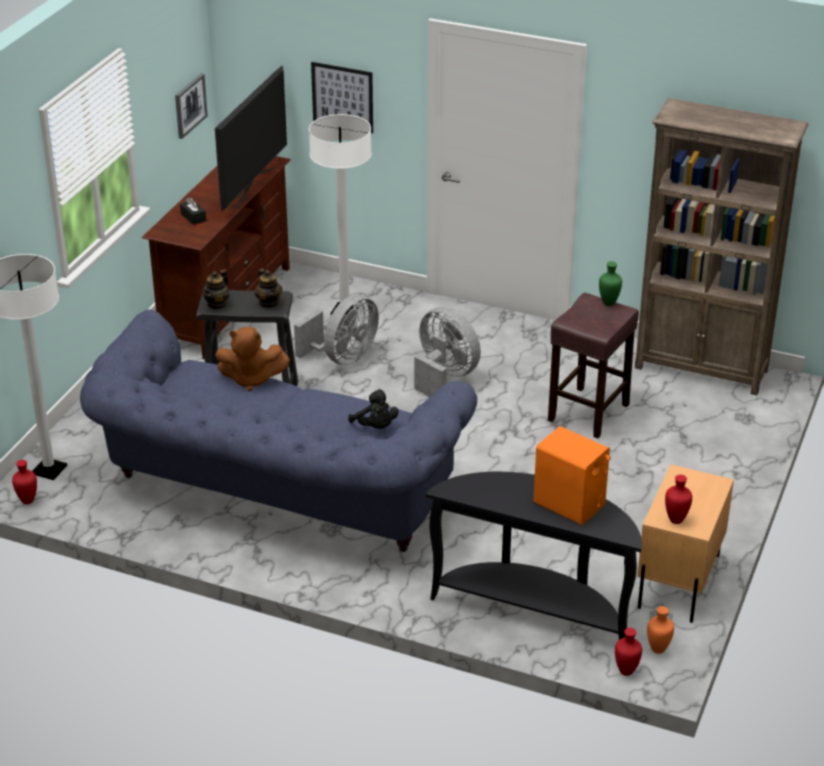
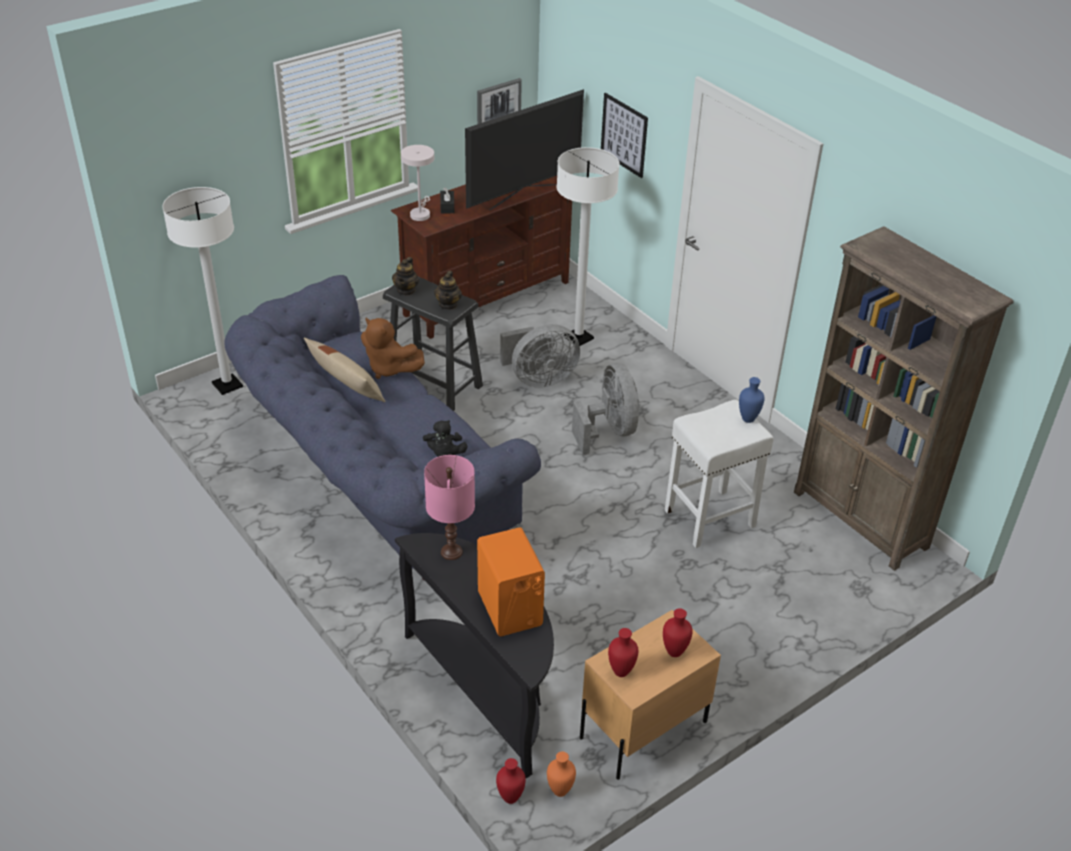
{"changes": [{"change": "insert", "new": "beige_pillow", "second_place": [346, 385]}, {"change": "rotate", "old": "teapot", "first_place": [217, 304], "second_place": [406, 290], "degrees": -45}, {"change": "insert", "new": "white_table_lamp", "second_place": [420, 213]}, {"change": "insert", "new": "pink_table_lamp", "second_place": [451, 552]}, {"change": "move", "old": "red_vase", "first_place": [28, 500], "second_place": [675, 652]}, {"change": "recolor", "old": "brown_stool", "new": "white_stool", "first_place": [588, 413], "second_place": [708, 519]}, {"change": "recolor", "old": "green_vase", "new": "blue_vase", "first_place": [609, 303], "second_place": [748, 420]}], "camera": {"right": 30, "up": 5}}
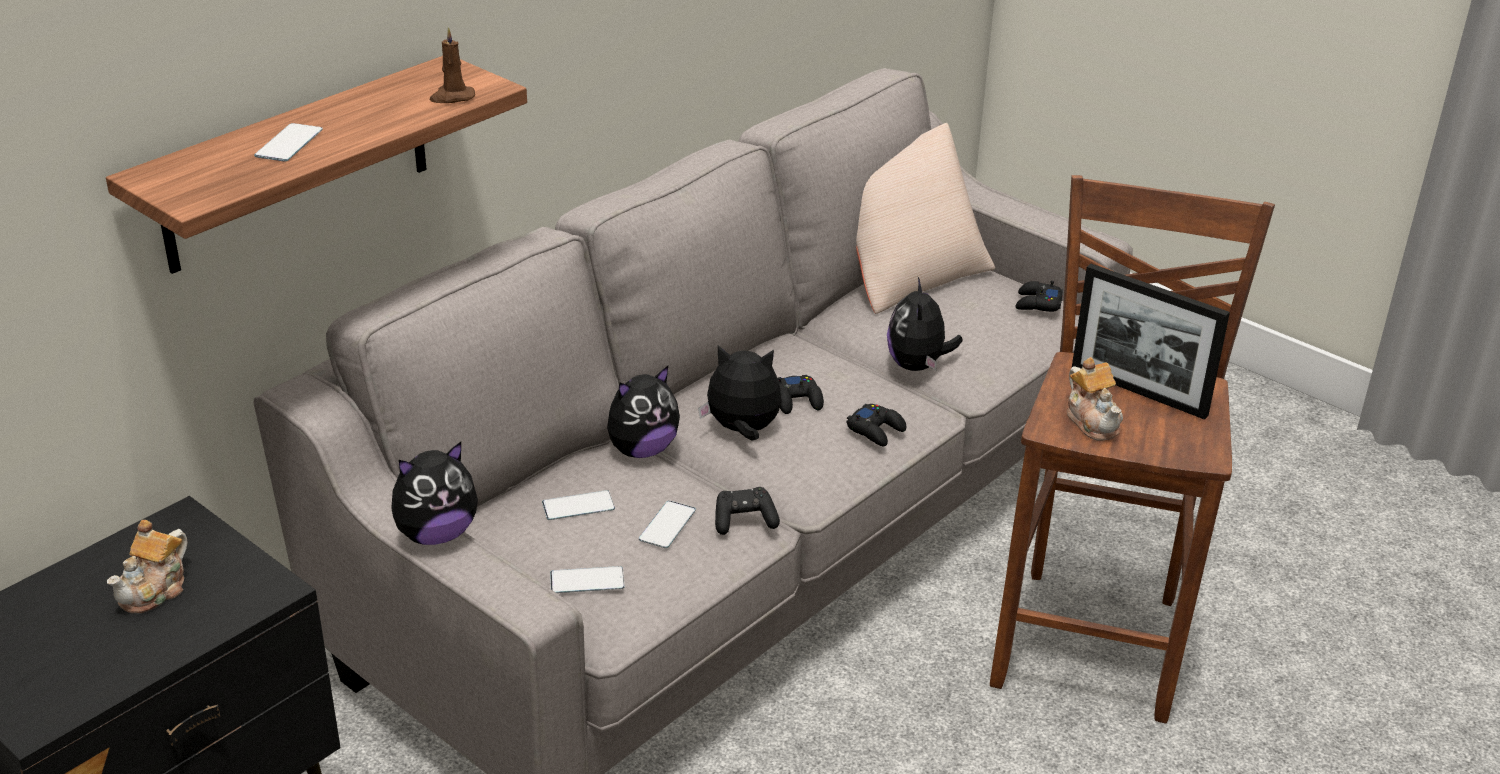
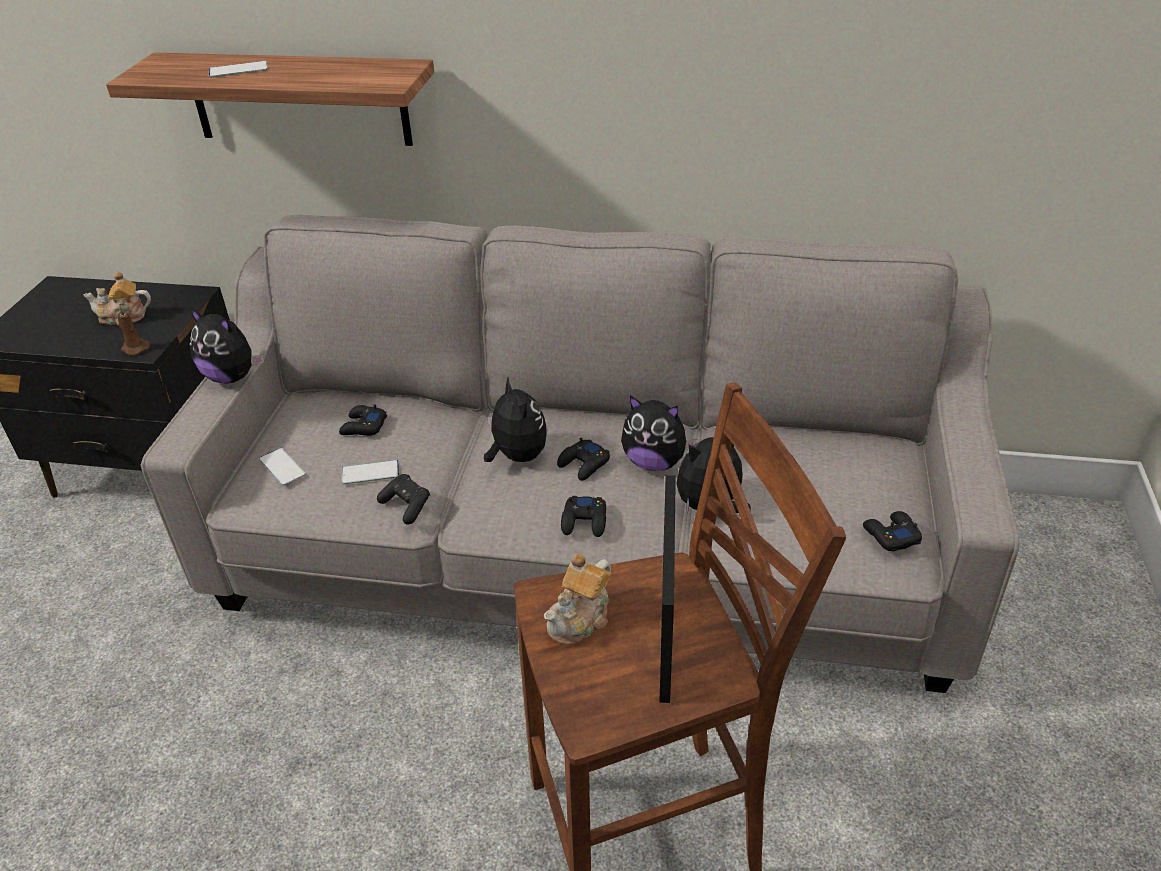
{"changes": [{"change": "move", "old": "brown_candle", "first_place": [452, 97], "second_place": [134, 348]}, {"change": "replace", "old": "phone", "new": "black_game_controller", "first_place": [578, 506], "second_place": [363, 426]}, {"change": "move", "old": "plush_toy", "first_place": [641, 450], "second_place": [654, 462]}, {"change": "delete", "old": "beige_pillow", "first_place": [907, 272]}], "camera": {"right": 60, "up": 5}}
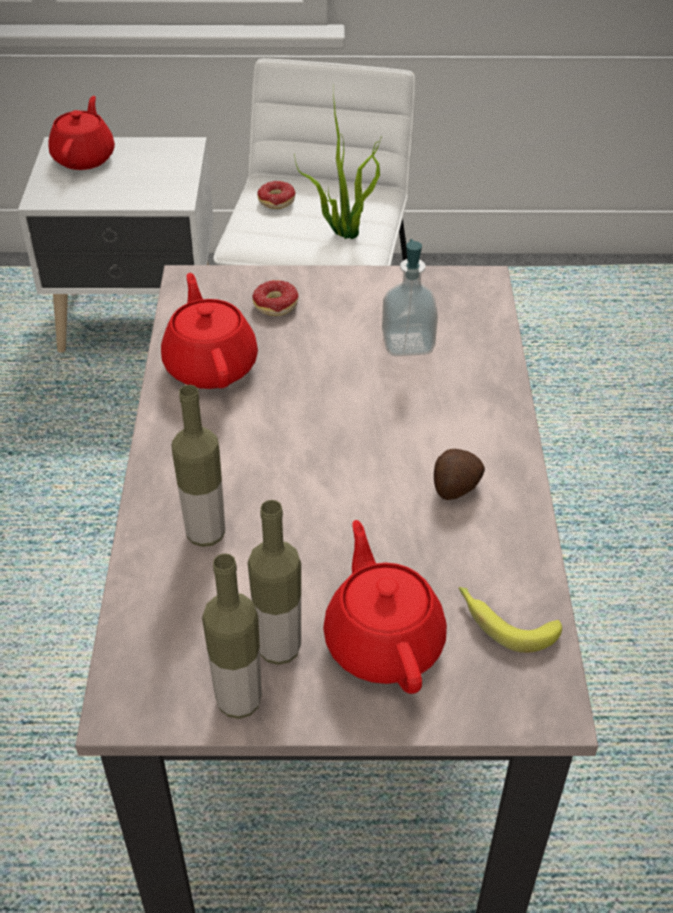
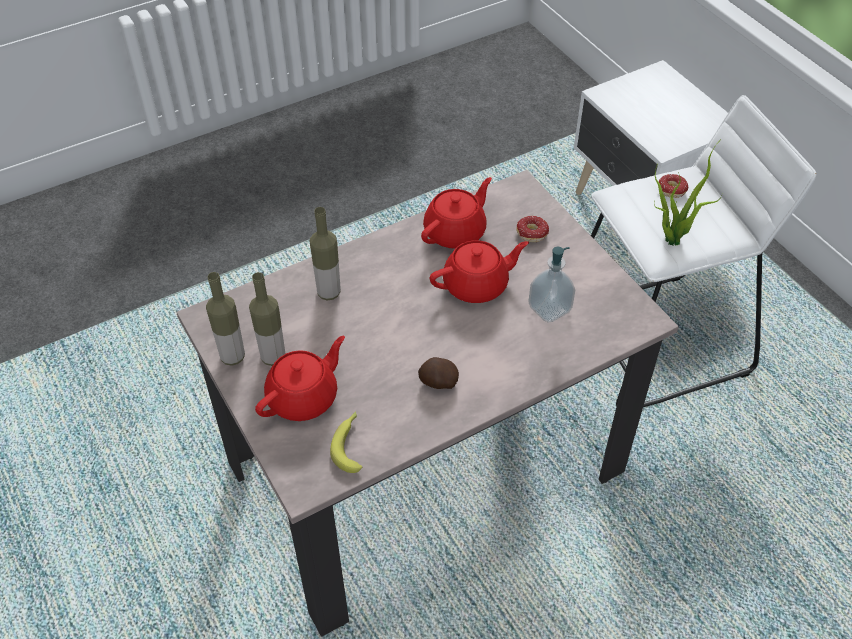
{"changes": [{"change": "move", "old": "red_teapot", "first_place": [85, 158], "second_place": [477, 285]}], "camera": {"right": 60, "up": 5}}
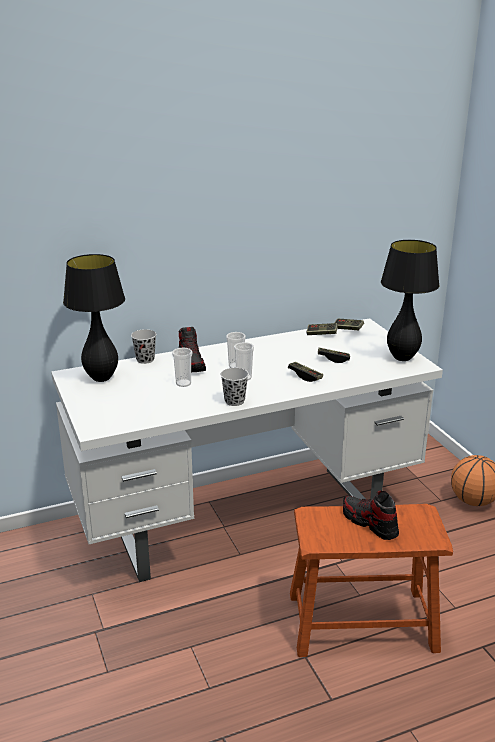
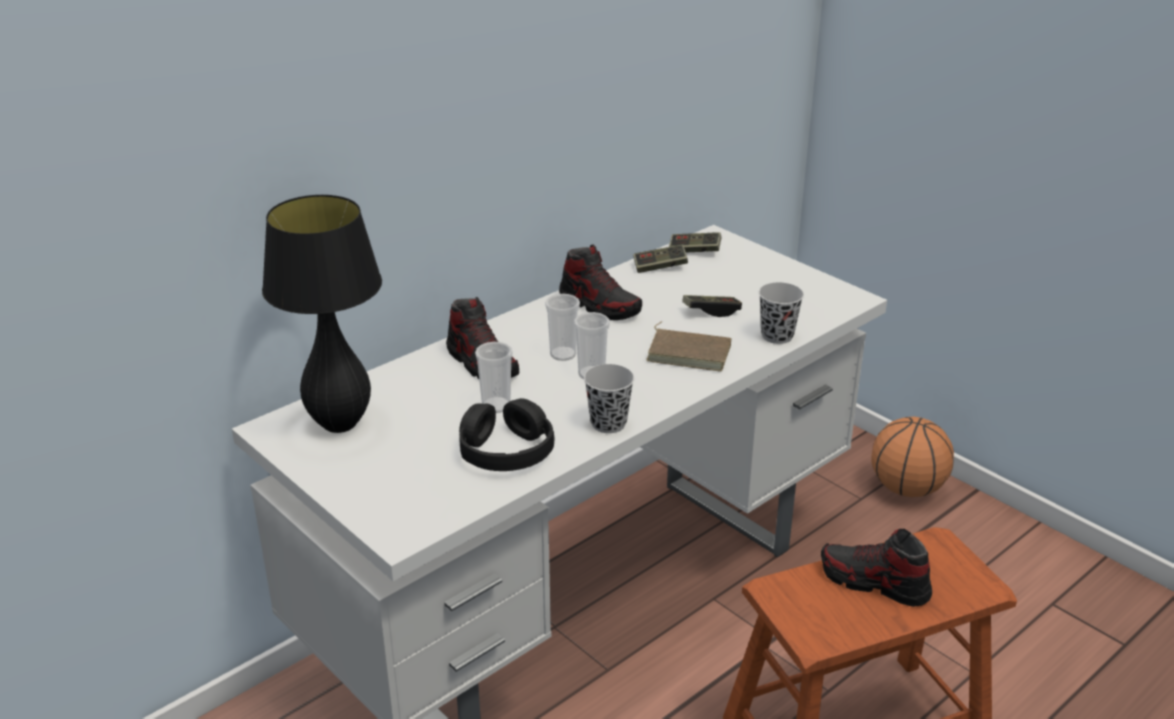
{"changes": [{"change": "insert", "new": "black_headphones", "second_place": [506, 451]}, {"change": "insert", "new": "shoe", "second_place": [600, 306]}, {"change": "replace", "old": "game_controller", "new": "brown_book", "first_place": [305, 376], "second_place": [690, 352]}, {"change": "move", "old": "black_cup", "first_place": [145, 359], "second_place": [777, 336]}, {"change": "delete", "old": "black_table_lamp", "first_place": [402, 358]}], "camera": {"right": -20, "up": 5}}
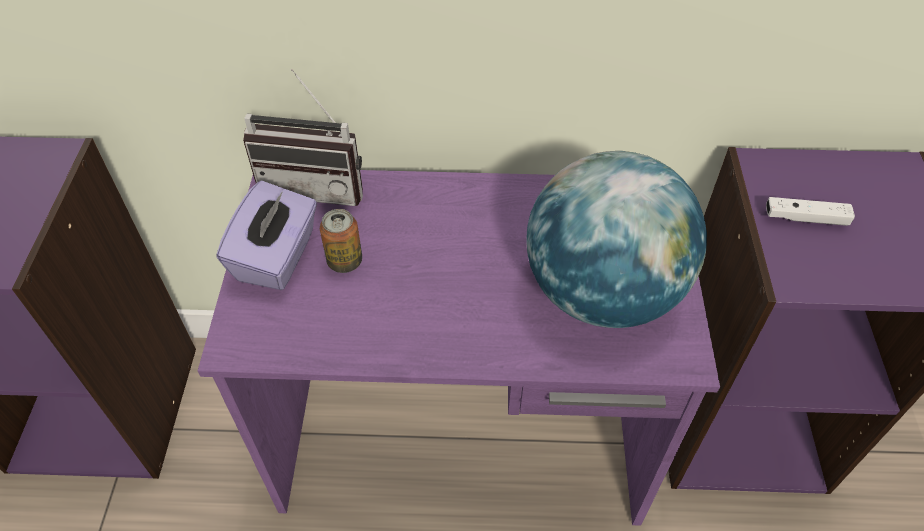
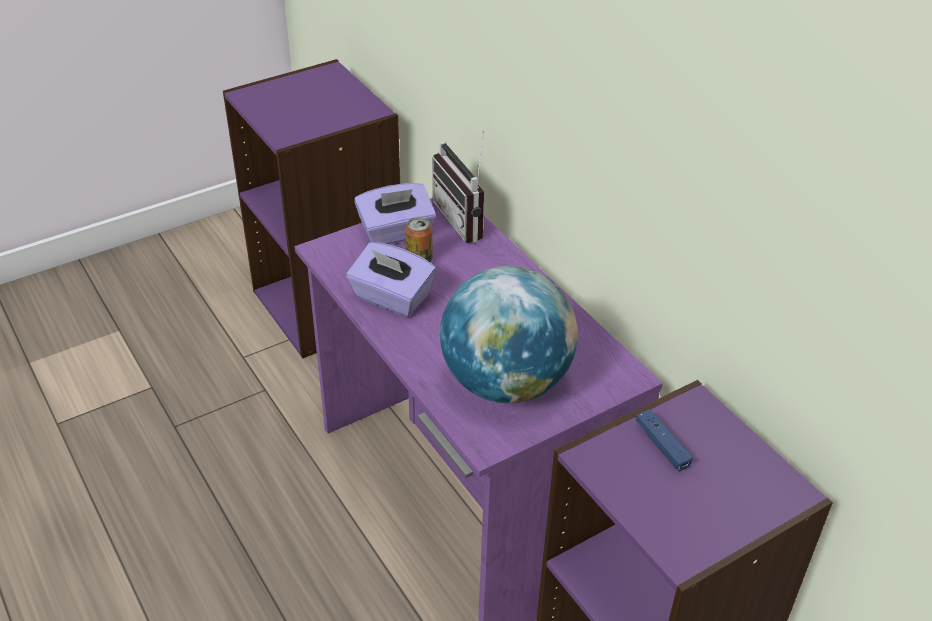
{"changes": [{"change": "insert", "new": "purple_tissue_box", "second_place": [391, 298]}, {"change": "recolor", "old": "white_game_controller", "new": "blue_game_controller", "first_place": [805, 218], "second_place": [662, 445]}], "camera": {"right": 55, "up": -10}}
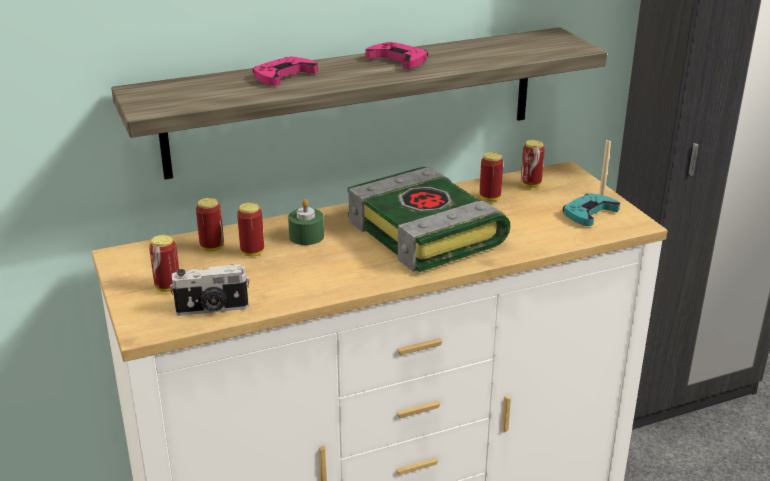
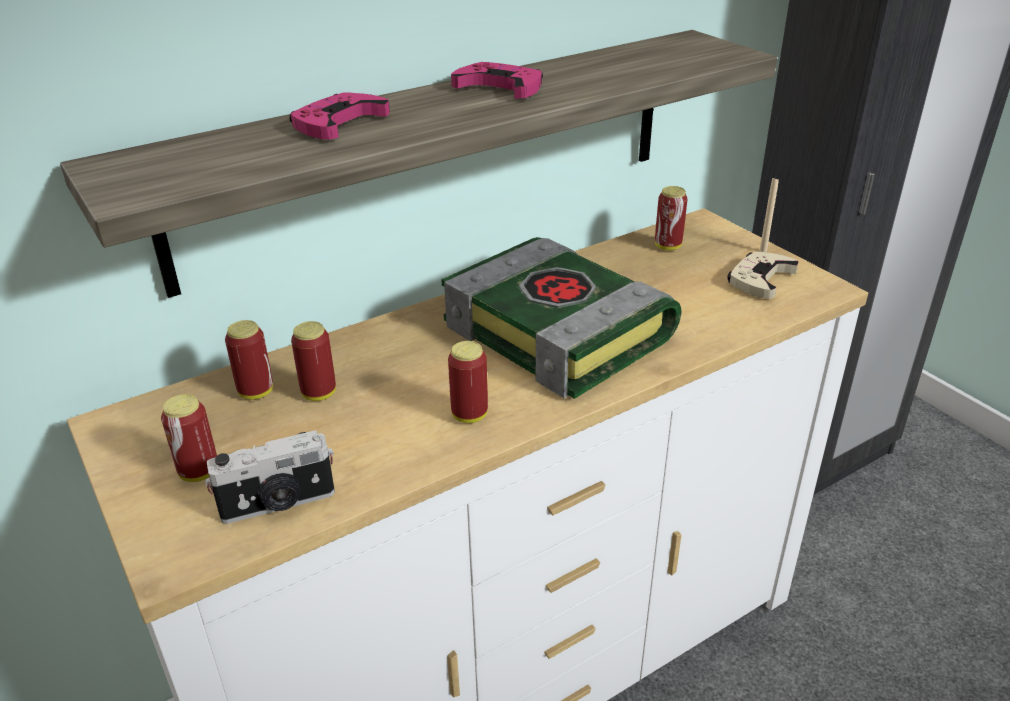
{"changes": [{"change": "move", "old": "can", "first_place": [490, 198], "second_place": [469, 415]}, {"change": "recolor", "old": "turquoise_game_controller", "new": "beige_game_controller", "first_place": [589, 213], "second_place": [760, 279]}, {"change": "delete", "old": "green_candle", "first_place": [306, 236]}], "camera": {"right": -10, "up": 5}}
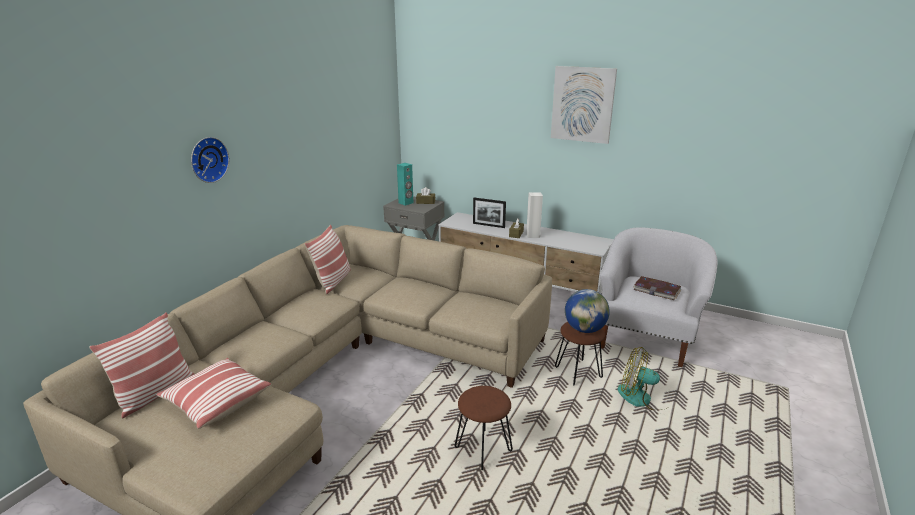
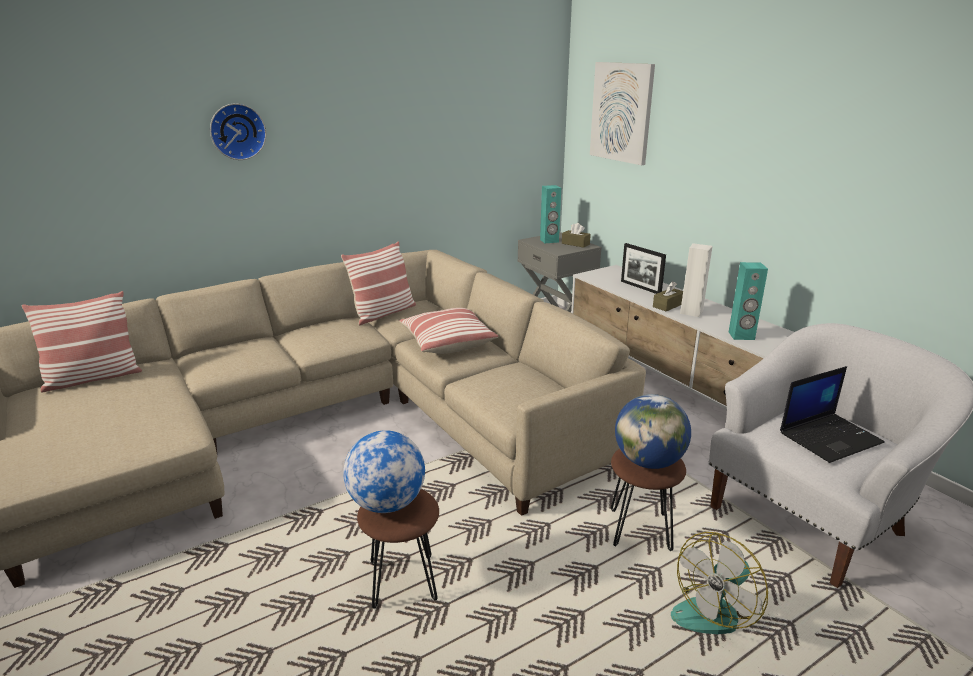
{"changes": [{"change": "insert", "new": "globe", "second_place": [386, 504]}, {"change": "move", "old": "pillow", "first_place": [216, 402], "second_place": [447, 342]}, {"change": "move", "old": "picture", "first_place": [582, 104], "second_place": [622, 112]}, {"change": "rotate", "old": "fan", "first_place": [642, 398], "second_place": [713, 609], "degrees": -90}, {"change": "insert", "new": "turquoise_speaker", "second_place": [741, 336]}, {"change": "replace", "old": "book", "new": "laptop", "first_place": [657, 290], "second_place": [830, 437]}], "camera": {"right": 30, "up": 0}}
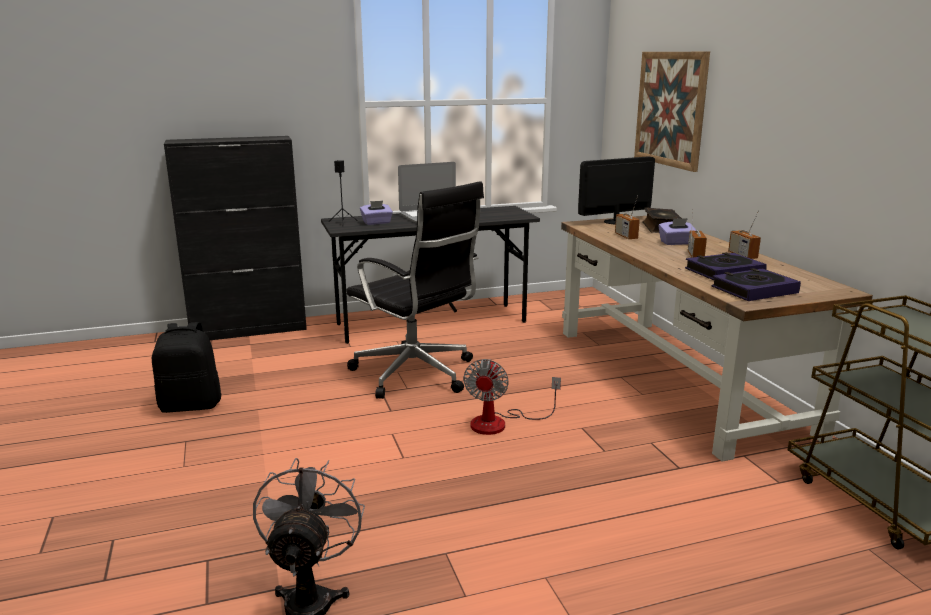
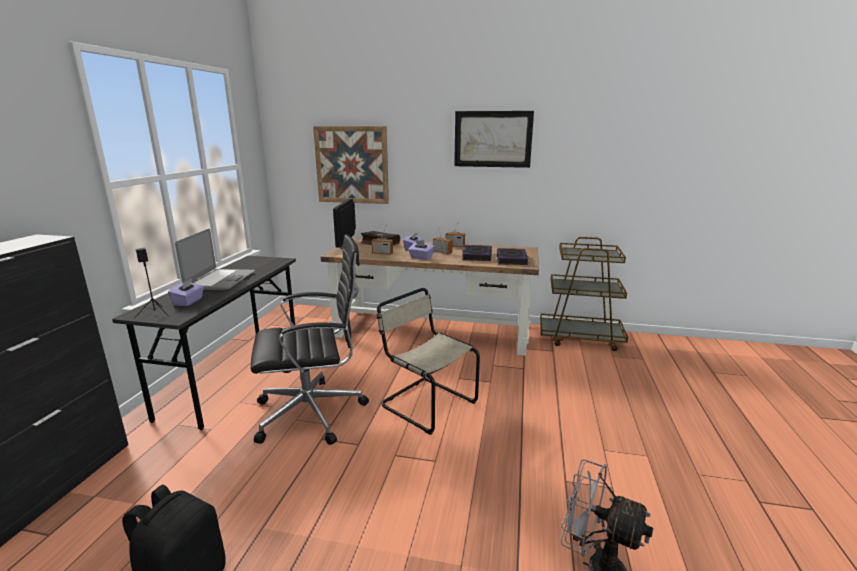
{"changes": [{"change": "replace", "old": "fan", "new": "beige_chair", "first_place": [500, 423], "second_place": [426, 403]}, {"change": "insert", "new": "purple_tissue_box", "second_place": [421, 257]}, {"change": "insert", "new": "picture", "second_place": [493, 139]}], "camera": {"right": -60, "up": 0}}
